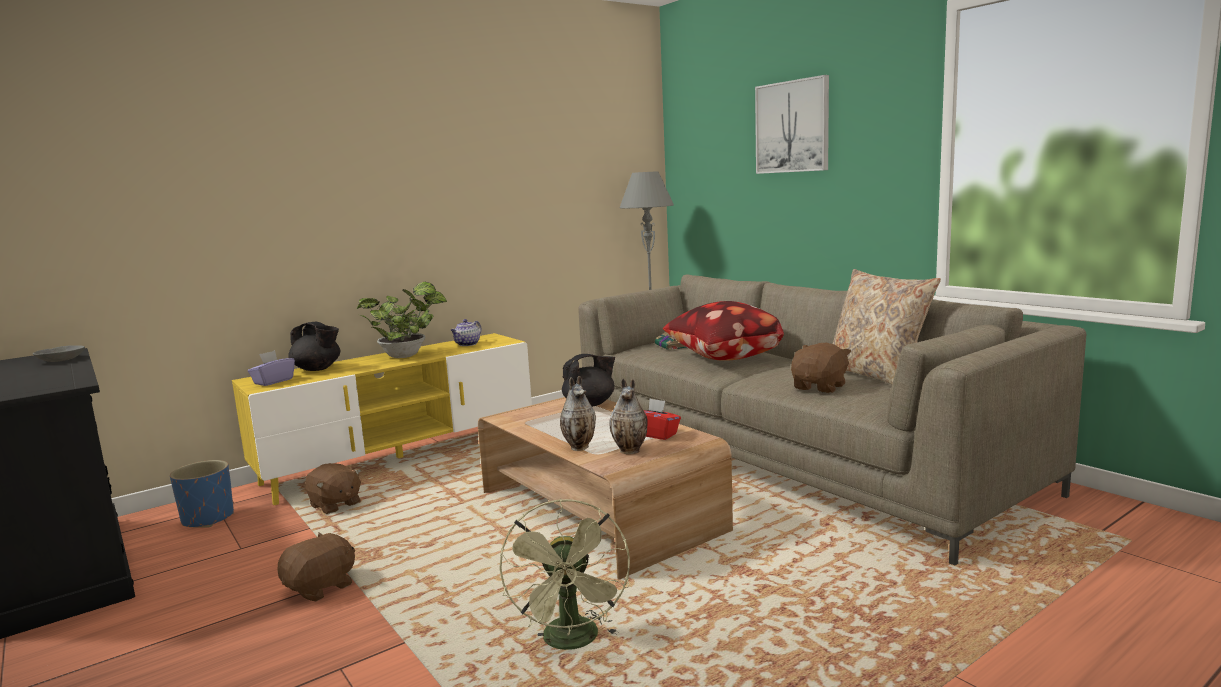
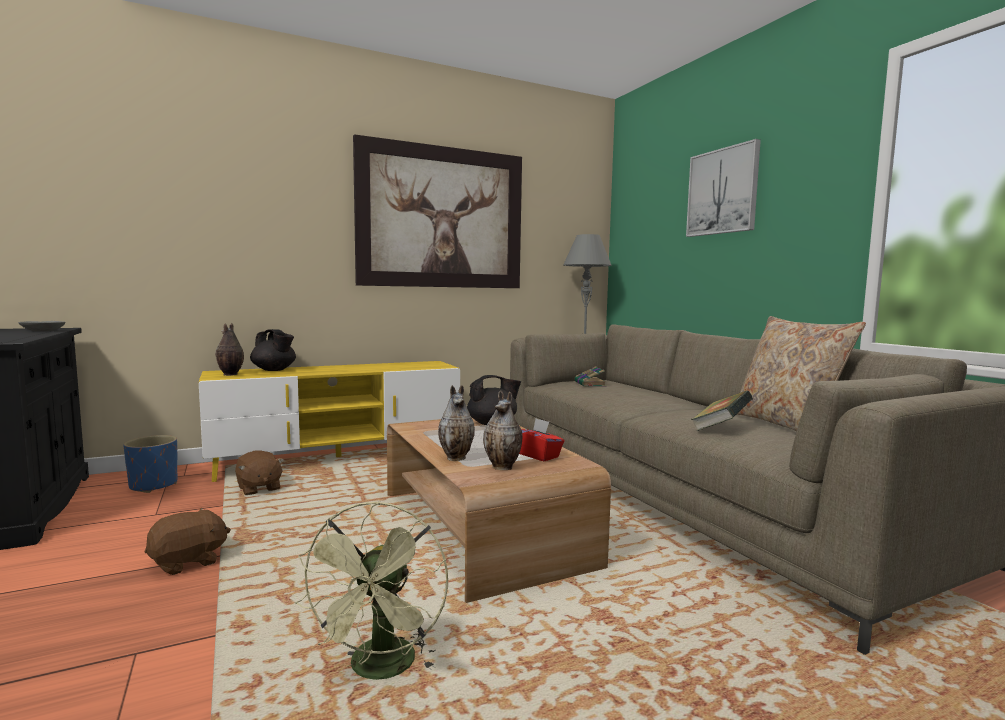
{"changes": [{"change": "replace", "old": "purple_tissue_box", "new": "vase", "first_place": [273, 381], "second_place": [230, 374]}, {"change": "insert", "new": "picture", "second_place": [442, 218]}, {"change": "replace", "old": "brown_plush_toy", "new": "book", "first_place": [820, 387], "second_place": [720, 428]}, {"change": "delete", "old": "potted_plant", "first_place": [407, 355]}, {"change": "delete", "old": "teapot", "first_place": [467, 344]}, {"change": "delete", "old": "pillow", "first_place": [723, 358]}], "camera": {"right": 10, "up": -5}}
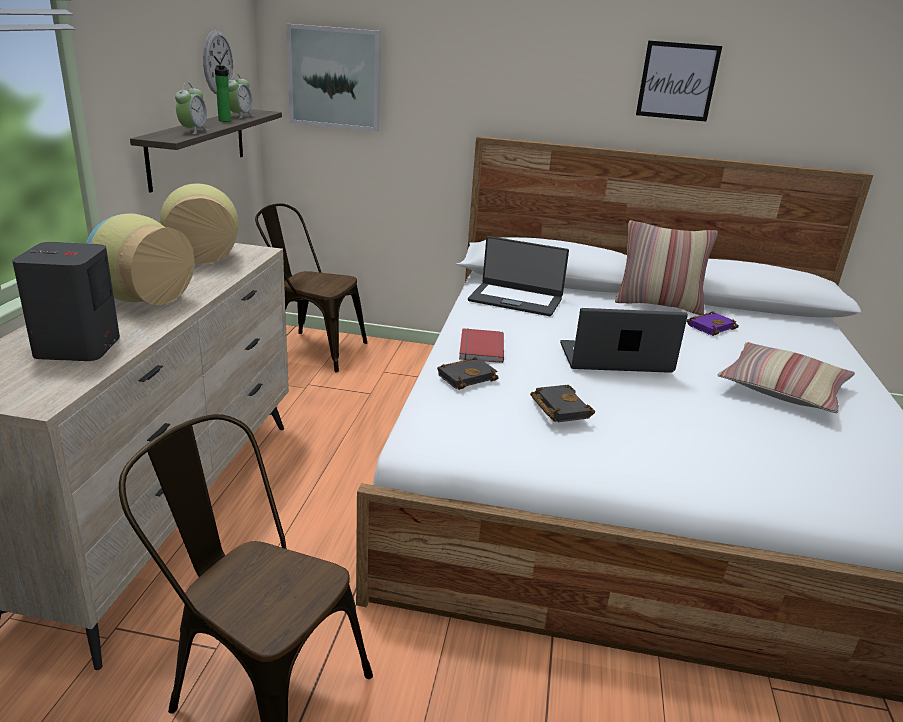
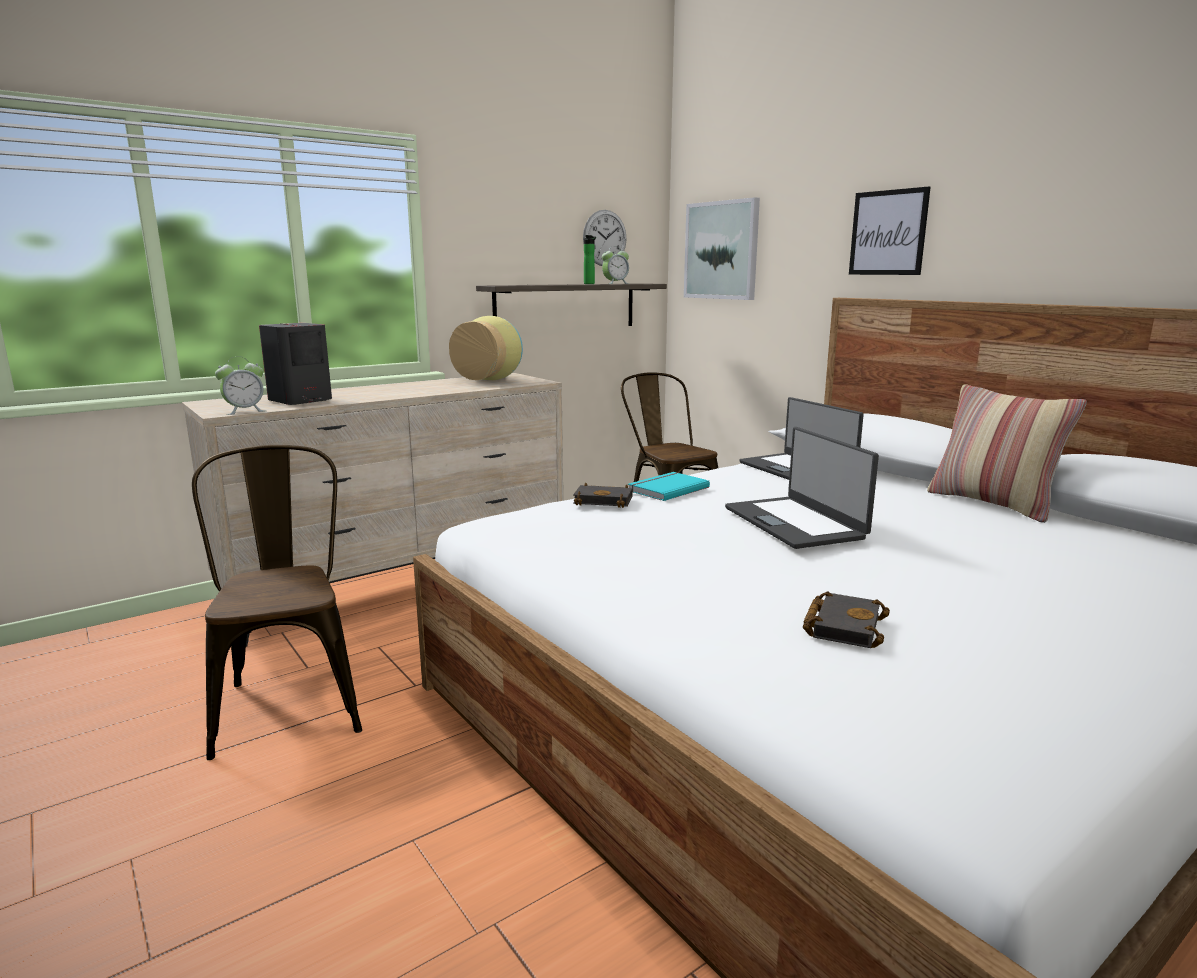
{"changes": [{"change": "move", "old": "alarm_clock", "first_place": [193, 131], "second_place": [244, 411]}, {"change": "recolor", "old": "red_book", "new": "turquoise_book", "first_place": [479, 348], "second_place": [666, 489]}, {"change": "rotate", "old": "laptop", "first_place": [615, 359], "second_place": [795, 522], "degrees": -150}, {"change": "move", "old": "black_book", "first_place": [558, 407], "second_place": [842, 625]}, {"change": "move", "old": "picture", "first_place": [677, 81], "second_place": [888, 233]}, {"change": "delete", "old": "vase", "first_place": [140, 298]}, {"change": "delete", "old": "purple_book", "first_place": [710, 326]}, {"change": "delete", "old": "pillow", "first_place": [782, 389]}], "camera": {"right": 45, "up": -10}}
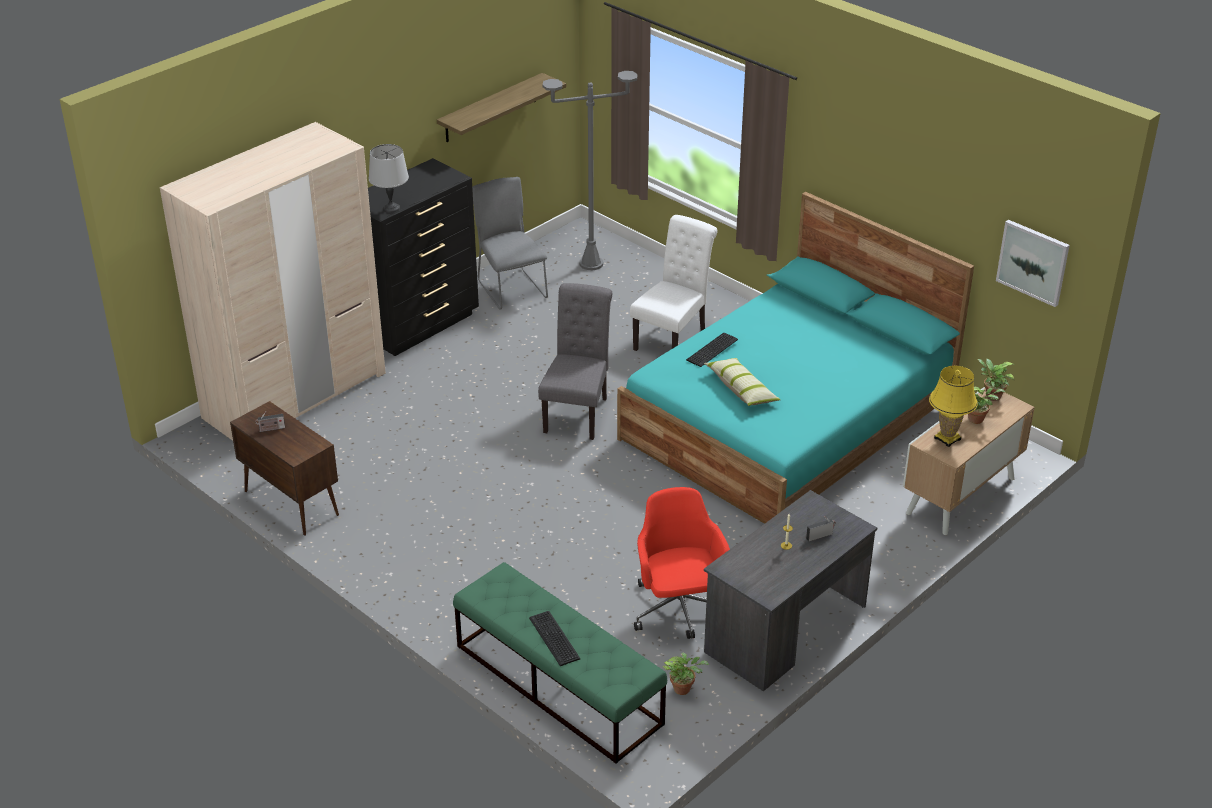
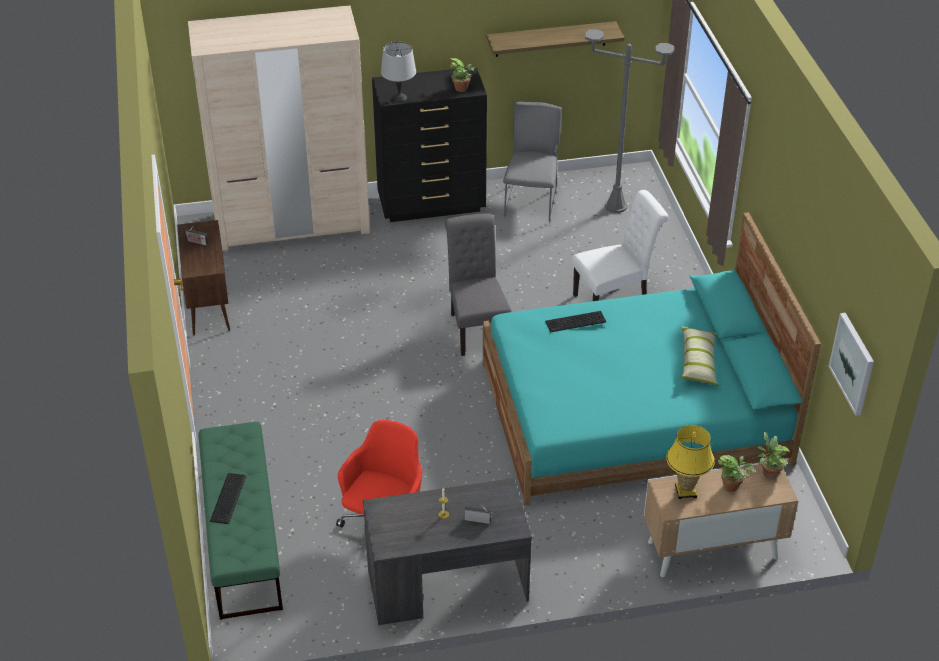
{"changes": [{"change": "rotate", "old": "grey_chair", "first_place": [578, 412], "second_place": [476, 328], "degrees": -60}, {"change": "move", "old": "potted_plant", "first_place": [684, 688], "second_place": [462, 89]}, {"change": "move", "old": "pillow", "first_place": [741, 389], "second_place": [698, 362]}], "camera": {"right": 35, "up": 5}}
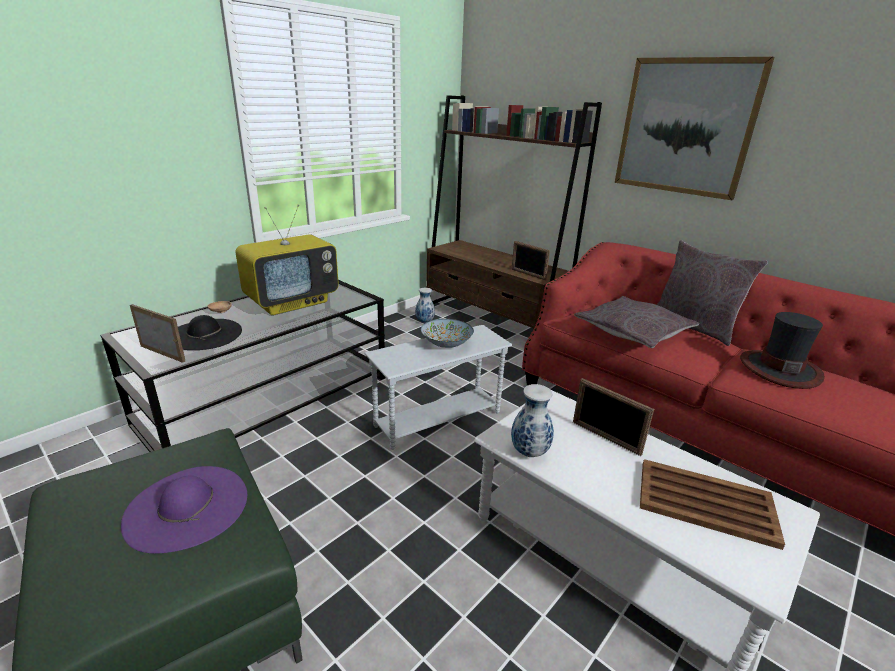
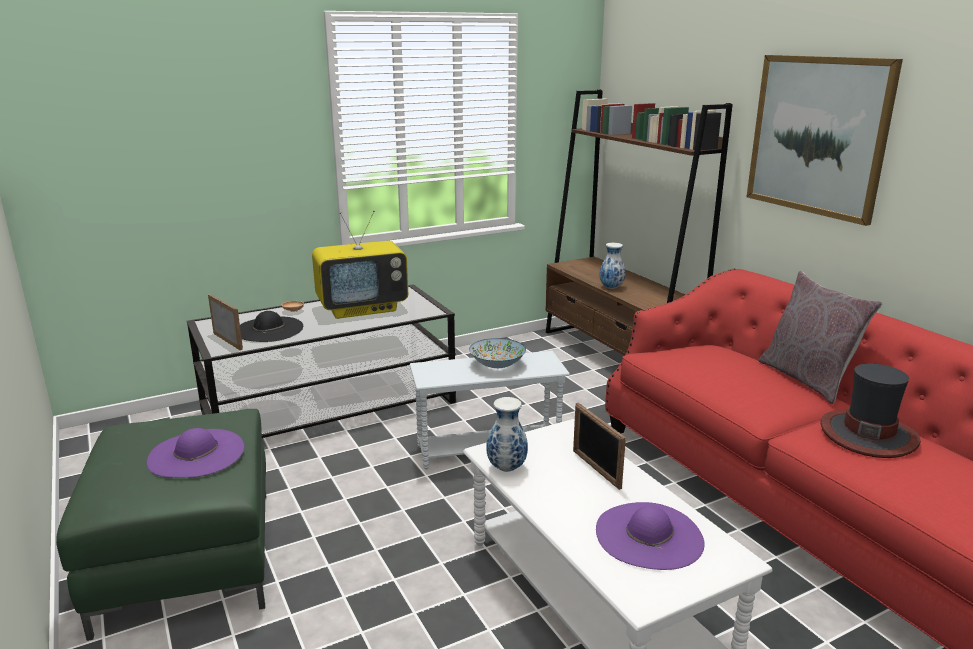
{"changes": [{"change": "replace", "old": "brown_tray", "new": "purple_hat", "first_place": [704, 502], "second_place": [649, 535]}, {"change": "move", "old": "vase", "first_place": [425, 321], "second_place": [612, 287]}, {"change": "delete", "old": "picture_frame", "first_place": [528, 274]}, {"change": "delete", "old": "grey_pillow", "first_place": [633, 331]}], "camera": {"right": 20, "up": -5}}
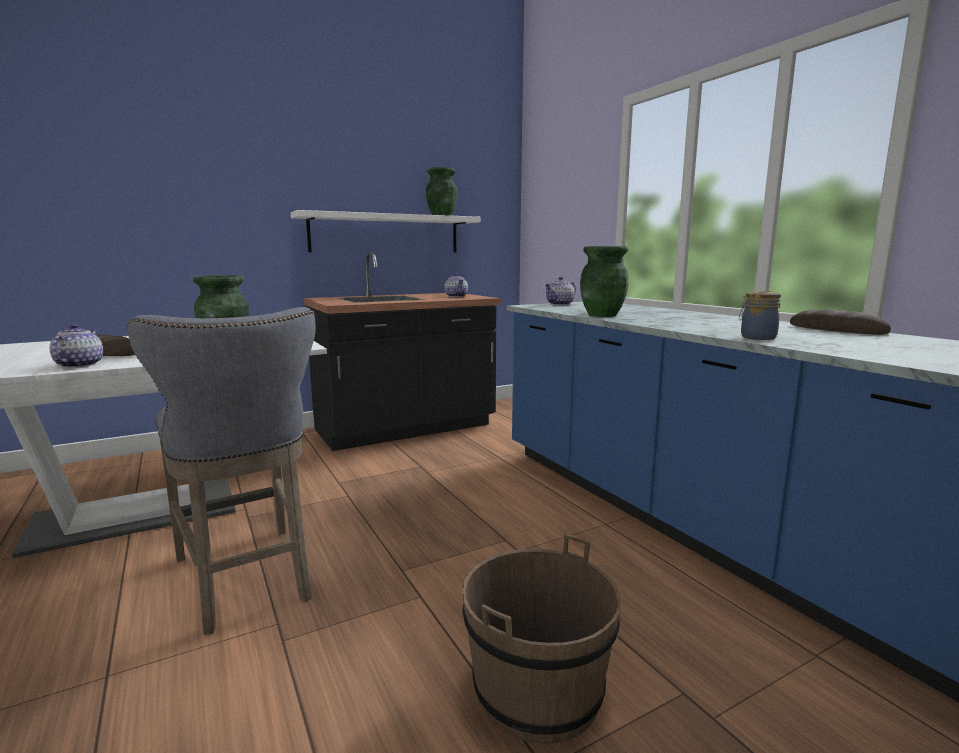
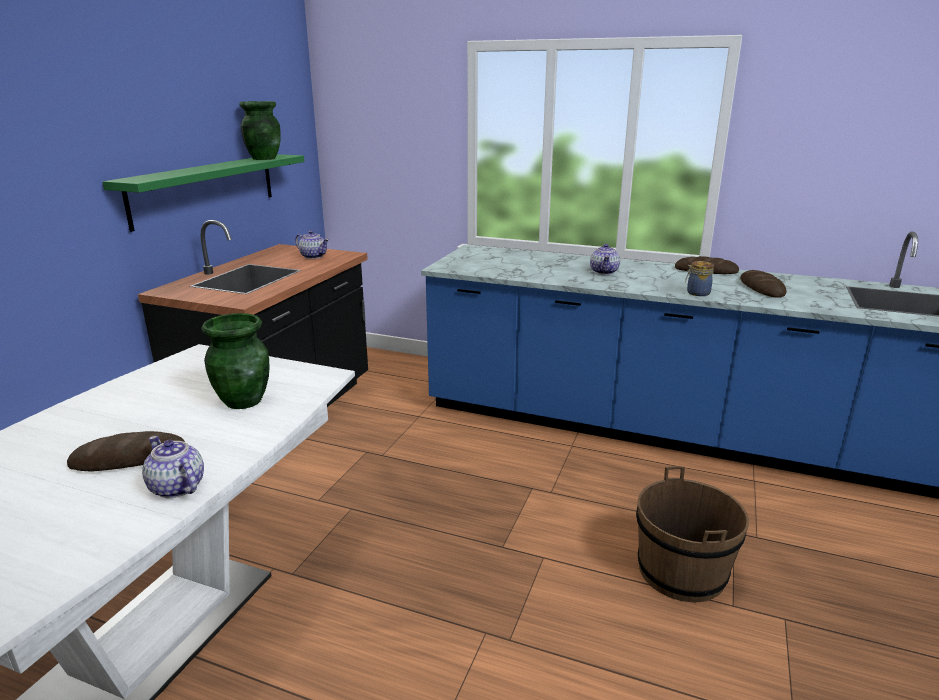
{"changes": [{"change": "recolor", "old": "white_shelf", "new": "green_shelf", "first_place": [386, 234], "second_place": [205, 189]}, {"change": "move", "old": "teapot", "first_place": [560, 304], "second_place": [604, 272]}, {"change": "insert", "new": "bread", "second_place": [761, 288]}, {"change": "delete", "old": "grey_stool", "first_place": [246, 581]}, {"change": "delete", "old": "green_vase", "first_place": [602, 315]}], "camera": {"right": -40, "up": 10}}
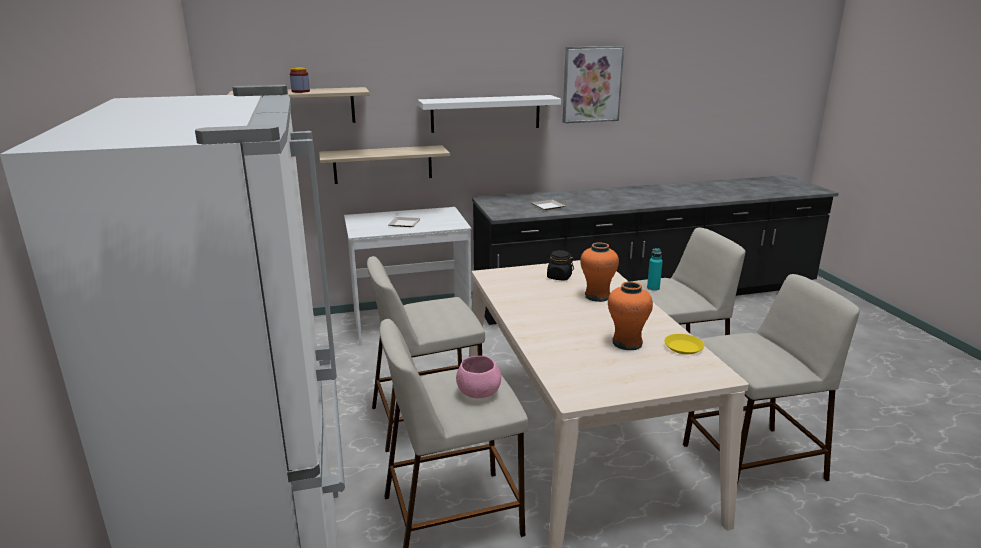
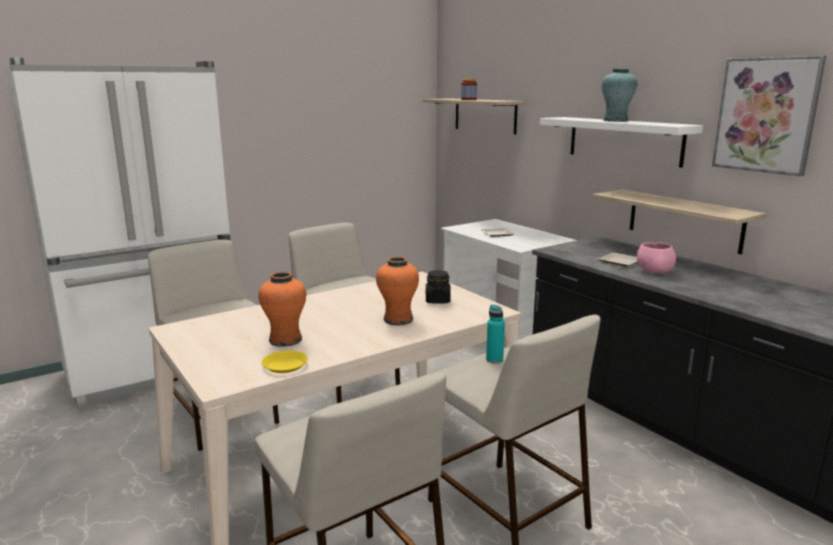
{"changes": [{"change": "move", "old": "shelf", "first_place": [383, 164], "second_place": [684, 220]}, {"change": "insert", "new": "turquoise_vase", "second_place": [615, 121]}, {"change": "move", "old": "pink_bowl", "first_place": [478, 393], "second_place": [654, 272]}], "camera": {"right": 70, "up": -5}}
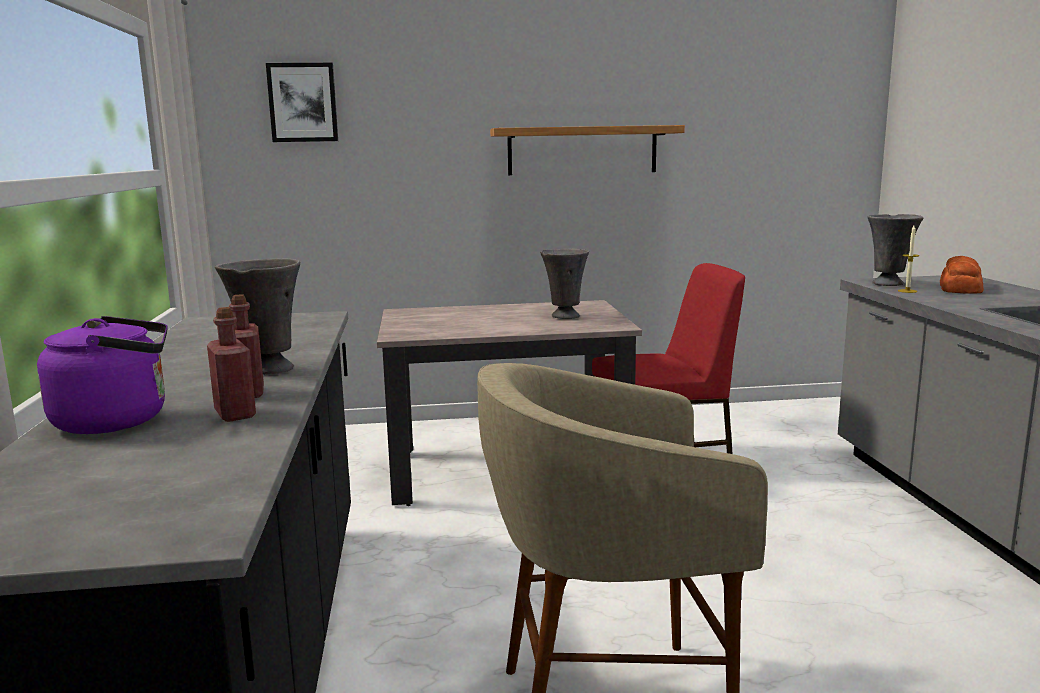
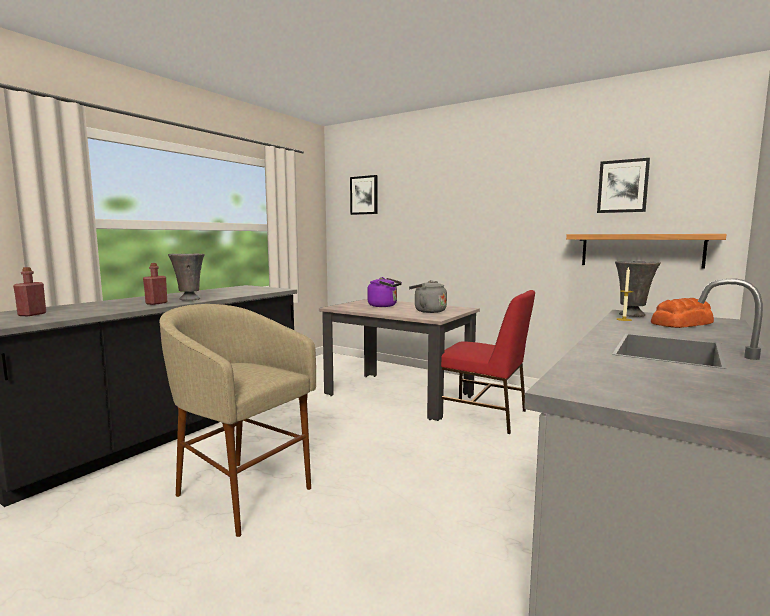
{"changes": [{"change": "move", "old": "red_bottle", "first_place": [235, 414], "second_place": [32, 314]}, {"change": "move", "old": "purple_kettle", "first_place": [119, 420], "second_place": [384, 306]}, {"change": "replace", "old": "grey_vase", "new": "grey_kettle", "first_place": [564, 316], "second_place": [428, 311]}, {"change": "move", "old": "shelf", "first_place": [582, 150], "second_place": [641, 250]}, {"change": "insert", "new": "picture", "second_place": [622, 186]}], "camera": {"right": 40, "up": -5}}
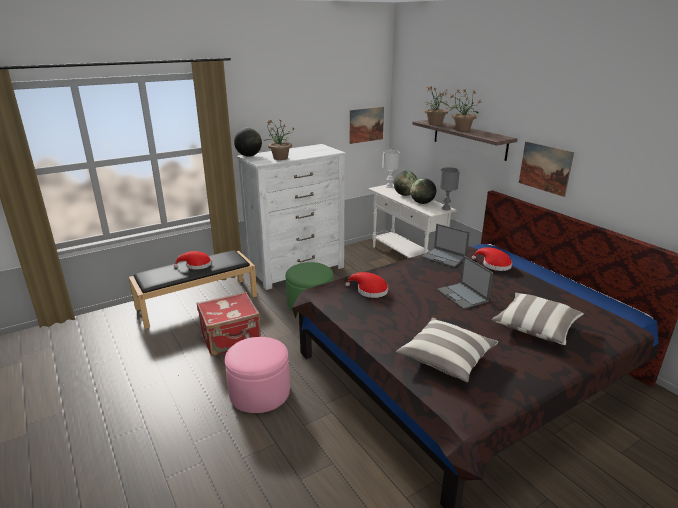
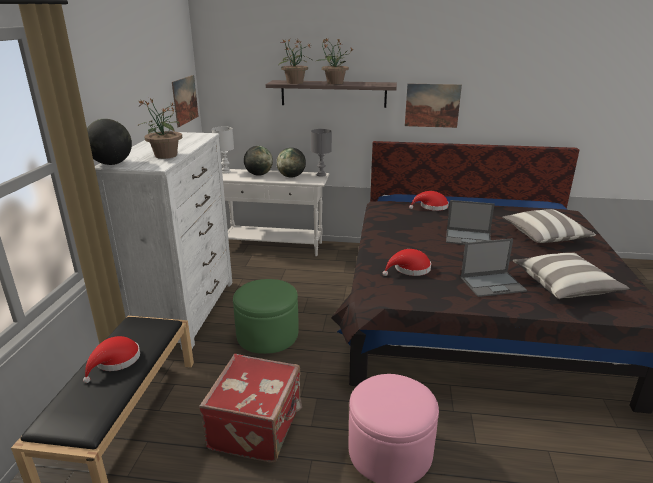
{"changes": [{"change": "move", "old": "laptop", "first_place": [444, 257], "second_place": [493, 284]}], "camera": {"right": -50, "up": 0}}
